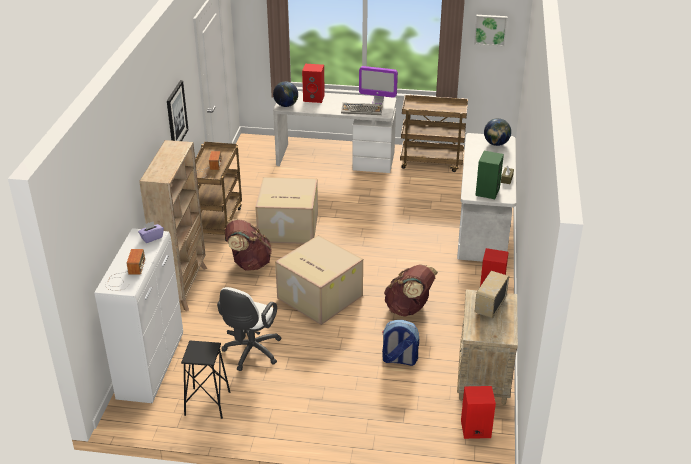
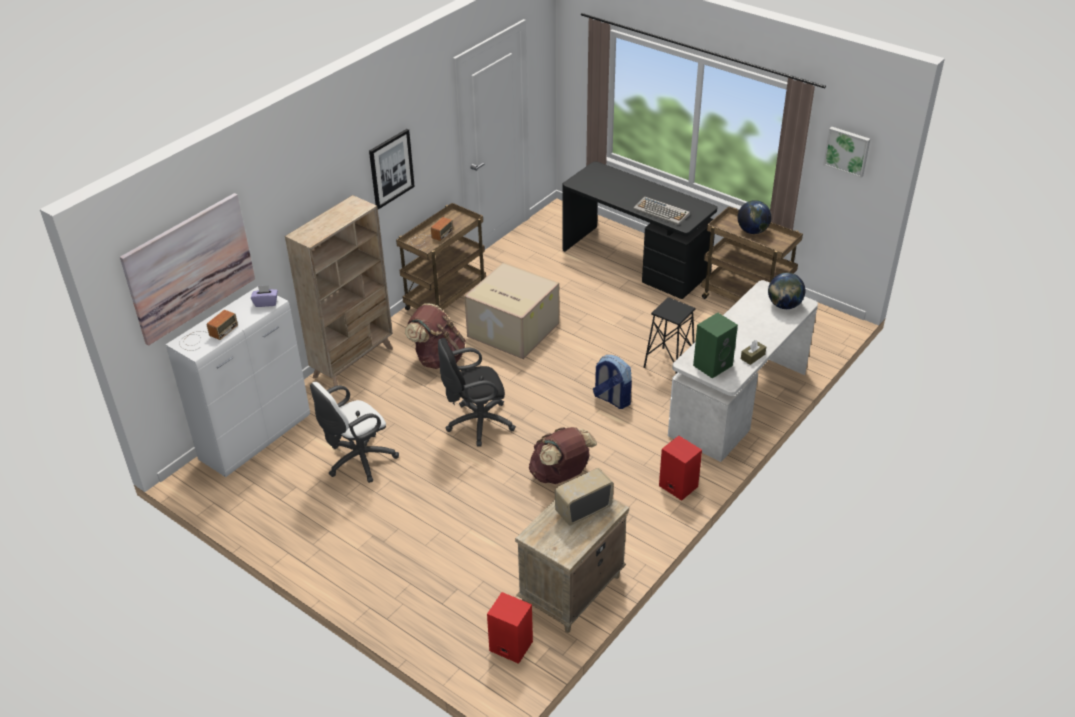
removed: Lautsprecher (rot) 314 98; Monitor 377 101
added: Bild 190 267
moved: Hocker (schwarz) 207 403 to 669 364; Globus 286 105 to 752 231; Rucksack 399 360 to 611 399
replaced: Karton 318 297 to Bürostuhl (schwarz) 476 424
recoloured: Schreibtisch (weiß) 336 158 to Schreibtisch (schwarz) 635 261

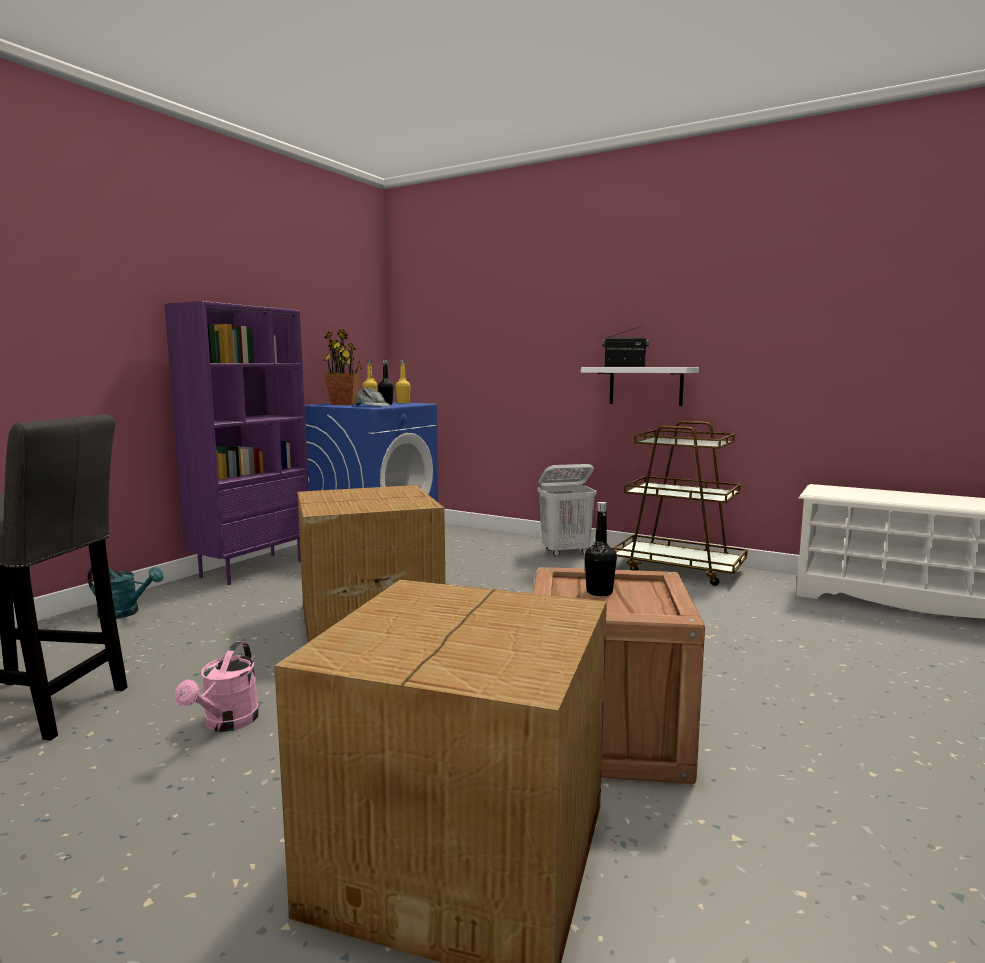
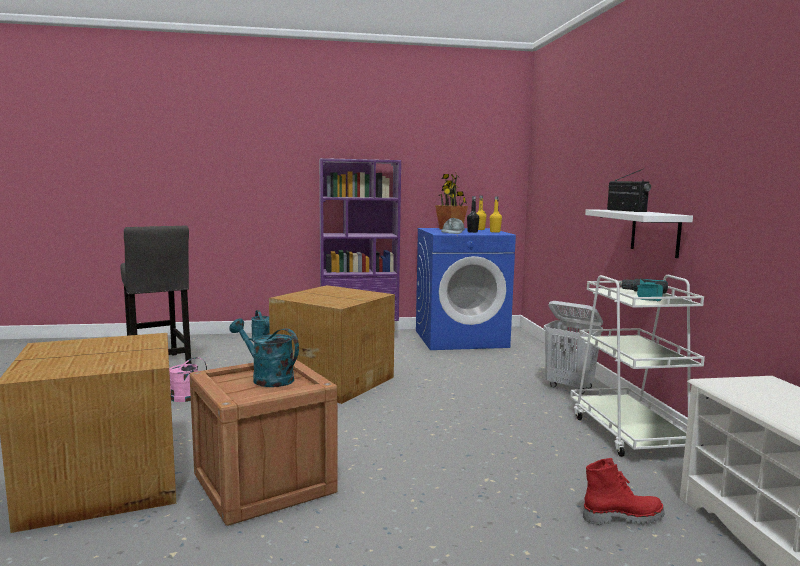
added: Stiefel (rot) 622 517; Bohrmaschine 643 296
replaced: Flasche (schwarz) 599 592 to Gießkanne (türkis) 267 378
recoloured: Rollwagen (braun) 679 569 to Rollwagen (weiß) 629 433

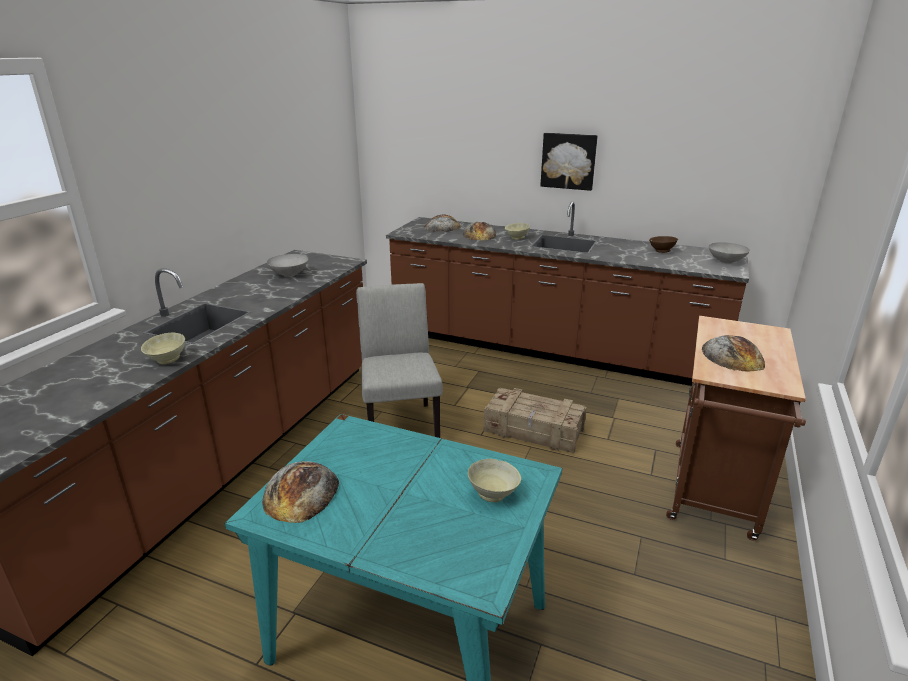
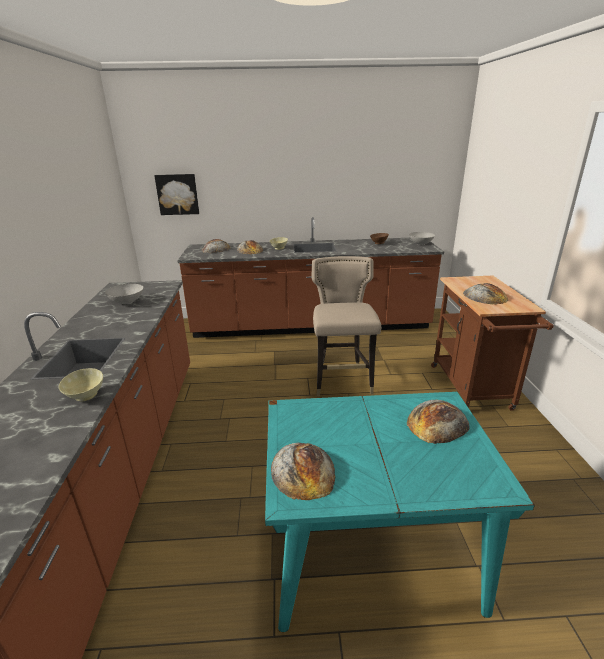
removed: Stuhl (grau) 401 422
moved: Bild 568 161 to 177 194
replaced: Schüssel (beige) 494 494 to Brot 437 422; Kiste 534 431 to Hocker (beige) 342 382

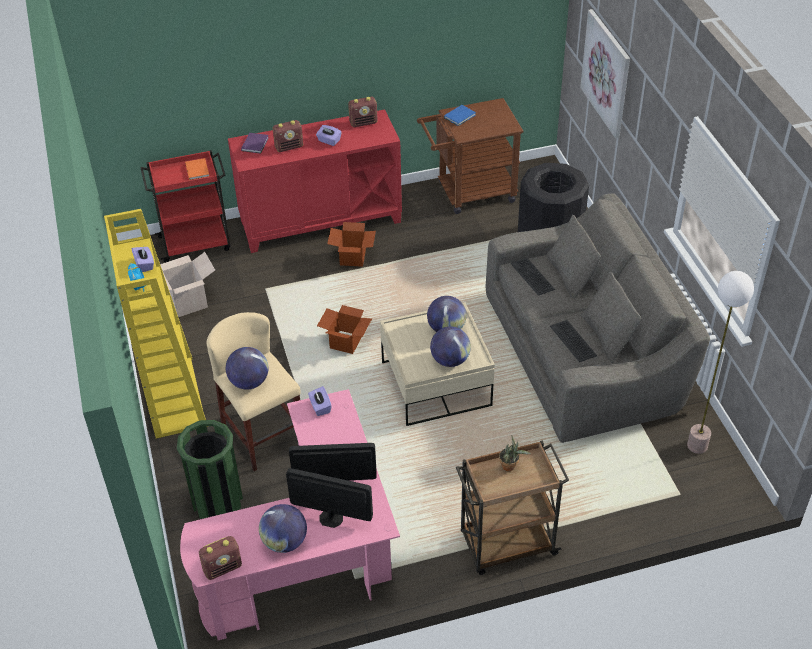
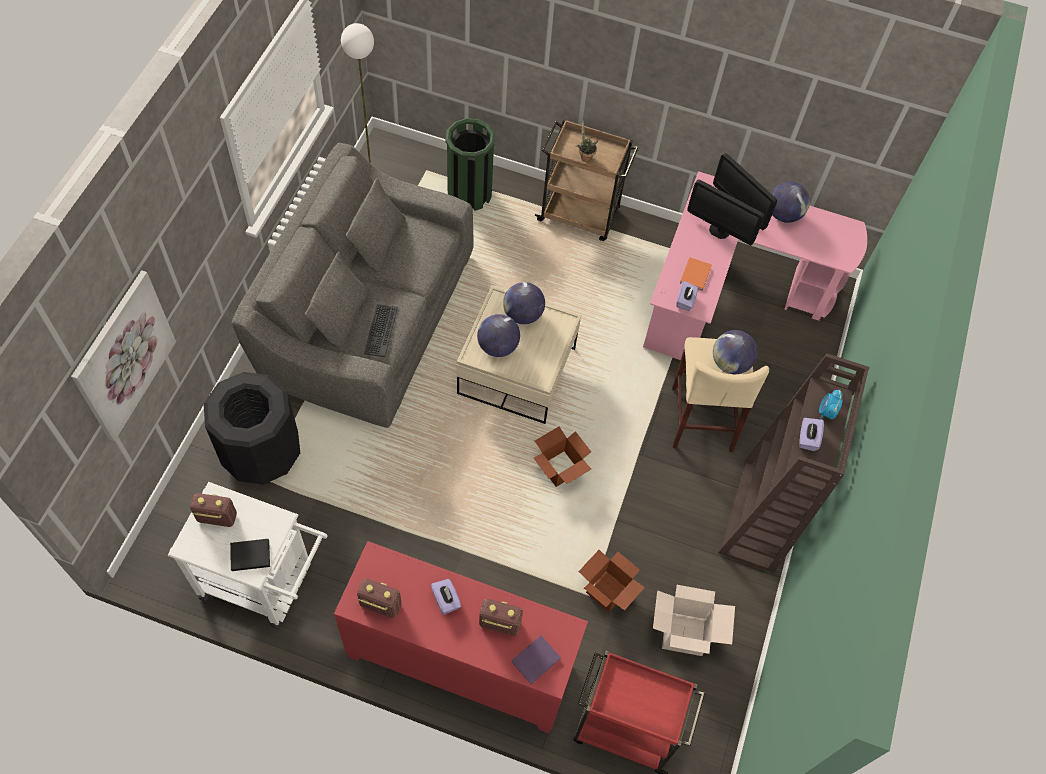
removed: Tastatur 573 341
moved: Mülleimer (grün) 217 501 to 469 194; Buch (orange) 197 171 to 696 274; Radio 223 568 to 216 517; Karton 352 257 to 607 591
recoloured: Bücherregal (gelb) 173 396 to Bücherregal (braun) 759 517; Rollwagen (braun) 469 193 to Rollwagen (weiß) 265 584; Buch (blau) 460 116 to Buch (schwarz) 249 555

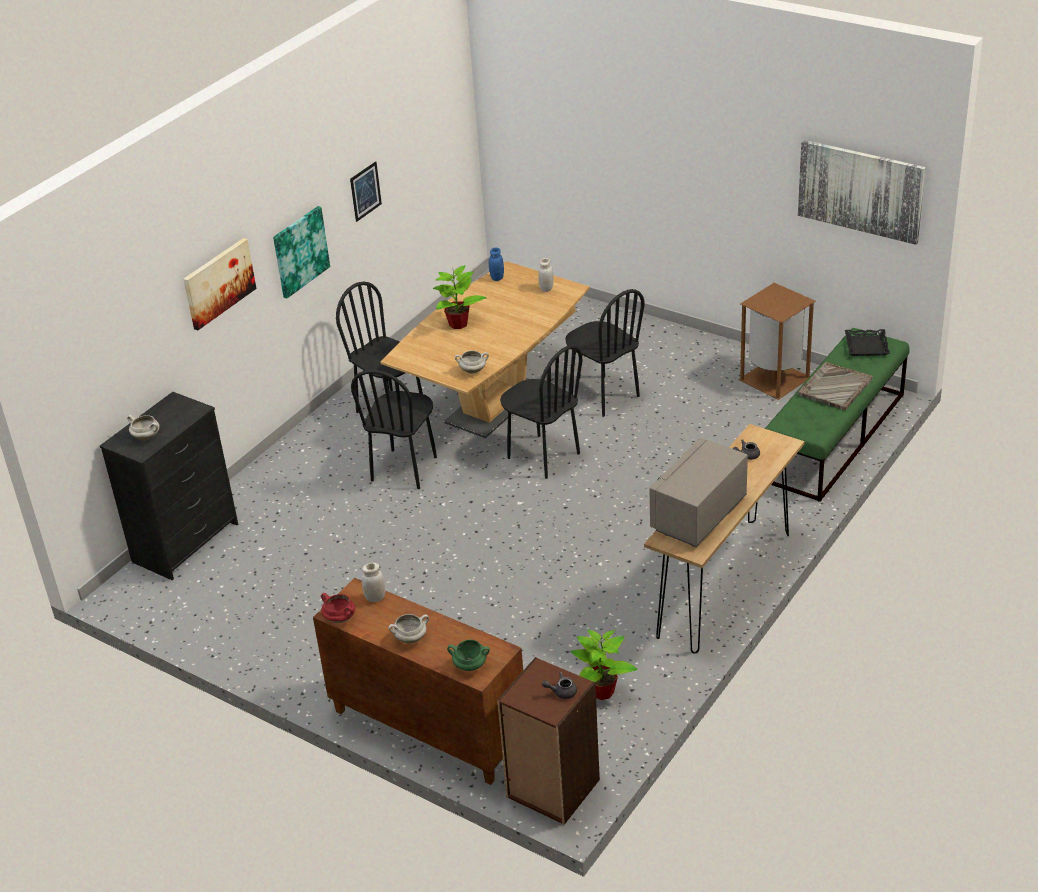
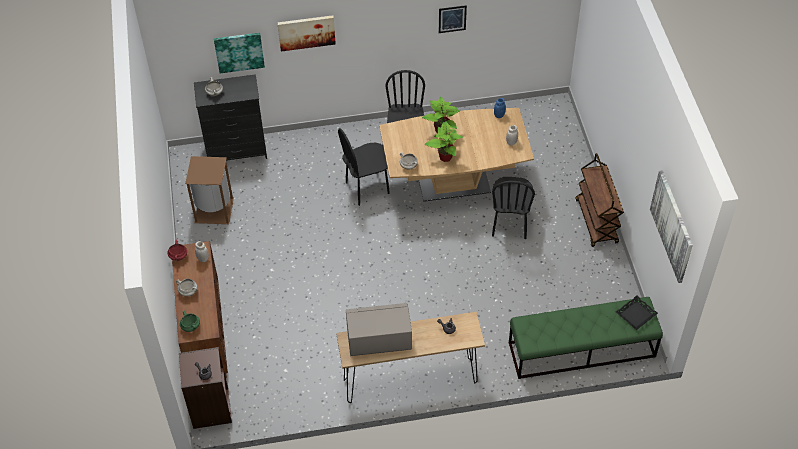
removed: Stuhl (schwarz) 543 456; Tablett (grau) 834 388
added: Rollwagen (braun) 596 222
moved: Bild 300 251 to 239 52; Topfpflanze 601 691 to 445 157; Mülleimer (braun) 773 379 to 213 209

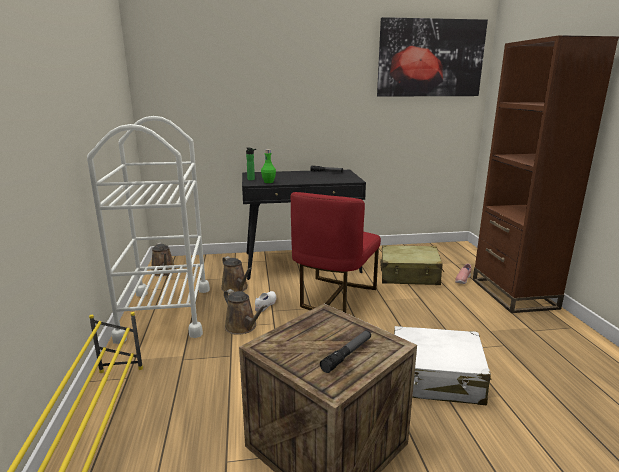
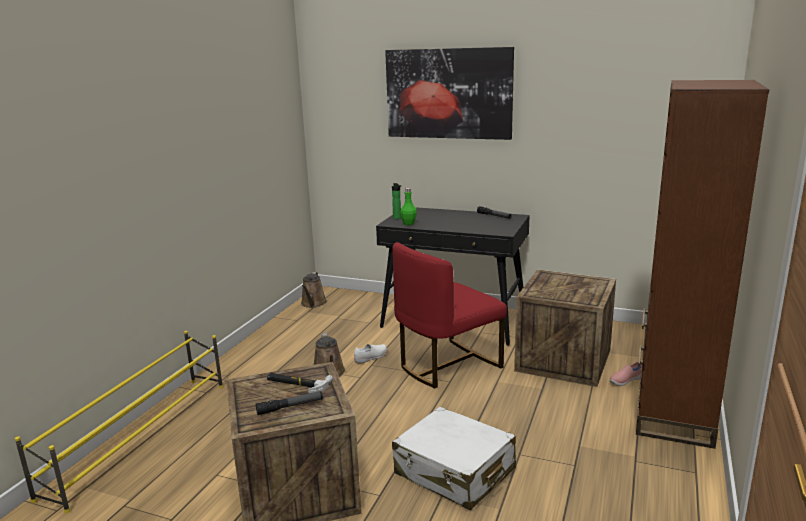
removed: Rollwagen (weiß) 166 313; Gießkanne (braun) 236 288
added: Hammer 297 383
moved: Bild 430 58 to 448 93
replaced: Koffer (beige) 409 275 to Kiste 563 360

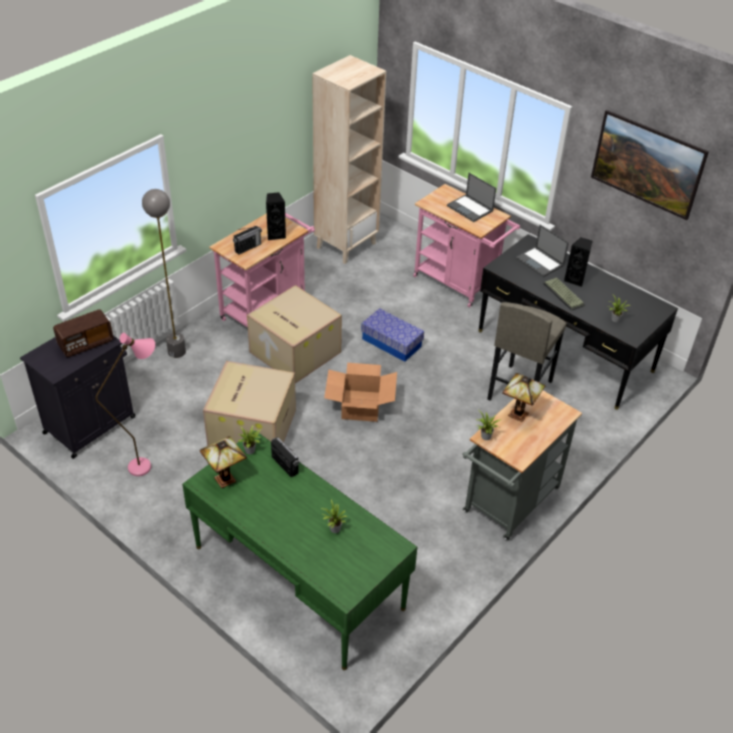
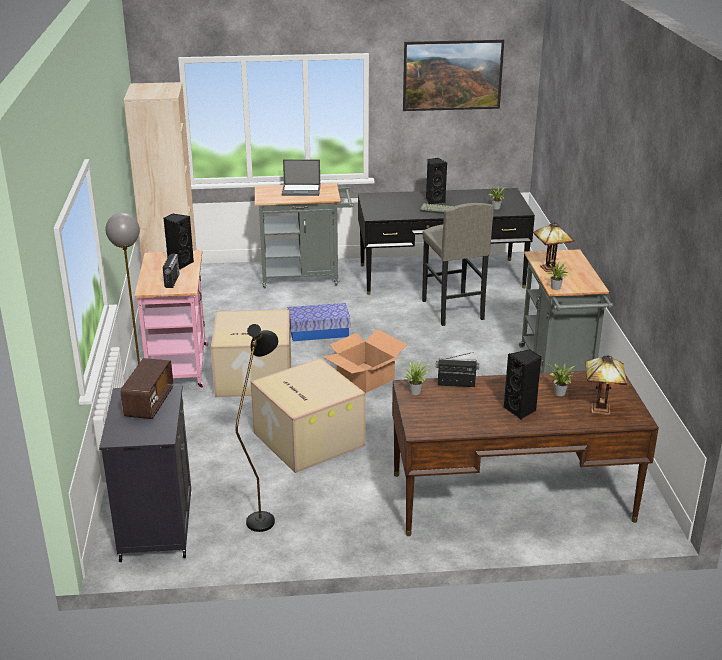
removed: Laptop 540 262
added: Lautsprecher (schwarz) 521 410
moved: Tischlampe 226 478 to 599 408
recoloured: Stehlampe (rosa) 148 464 to Stehlampe (schwarz) 264 515; Schreibtisch (grün) 298 577 to Schreibtisch (braun) 511 497; Rollwagen (rosa) 459 284 to Rollwagen (grau) 305 277

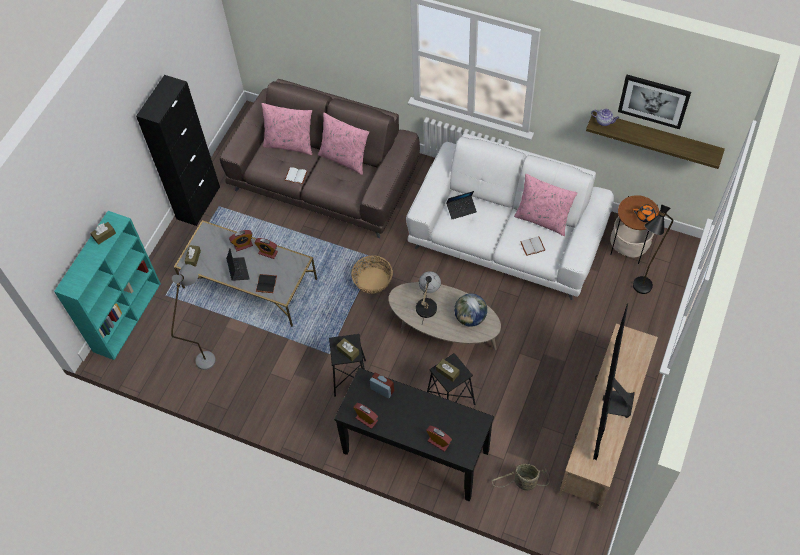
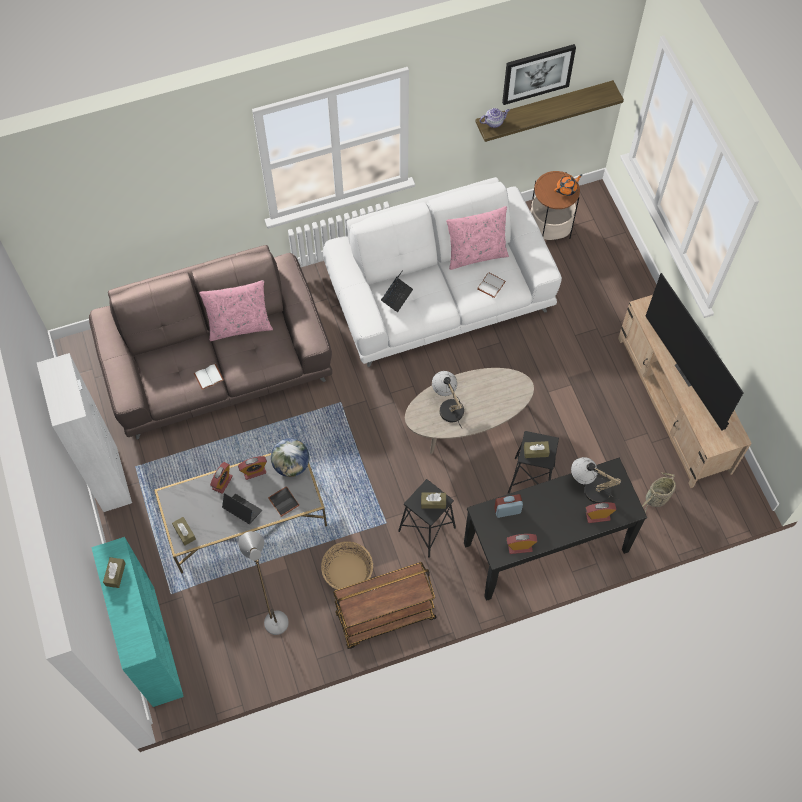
removed: Kissen (rosa) 290 144; Stehlampe (schwarz) 639 291
added: Rollwagen (braun) 385 617; Tischlampe 590 488
moved: Korb 372 280 to 347 572; Globus 470 318 to 291 465
recoloured: Schrank (schwarz) 198 203 to Schrank (weiß) 110 479

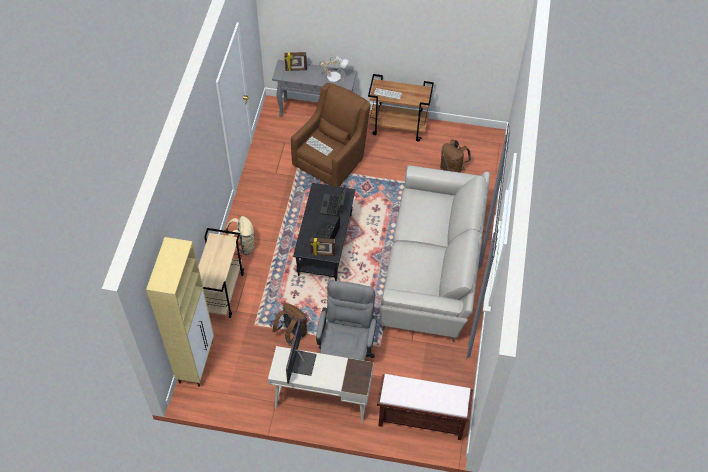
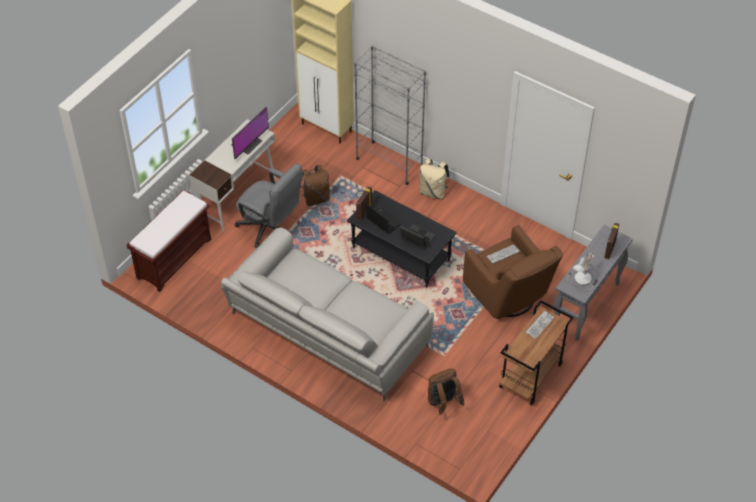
replaced: Rollwagen (beige) 221 292 to Bücherregal (grau) 389 163
turned: Monitor 301 362 = 247 143 90 degrees clockwise

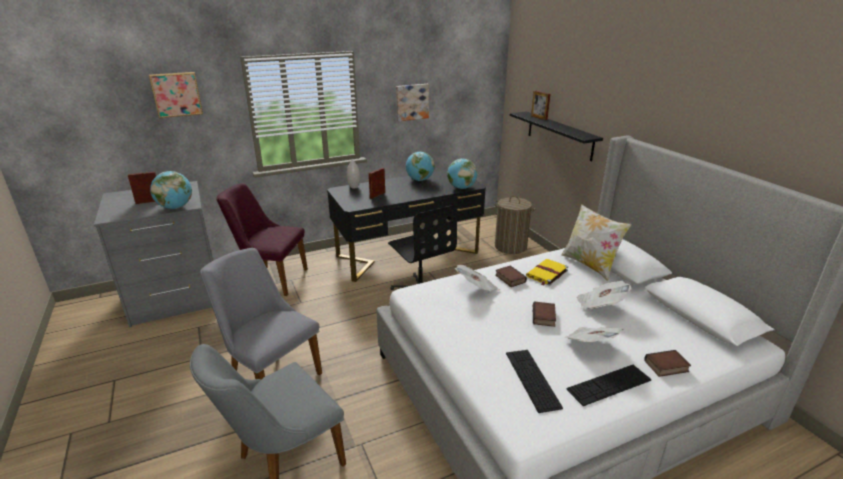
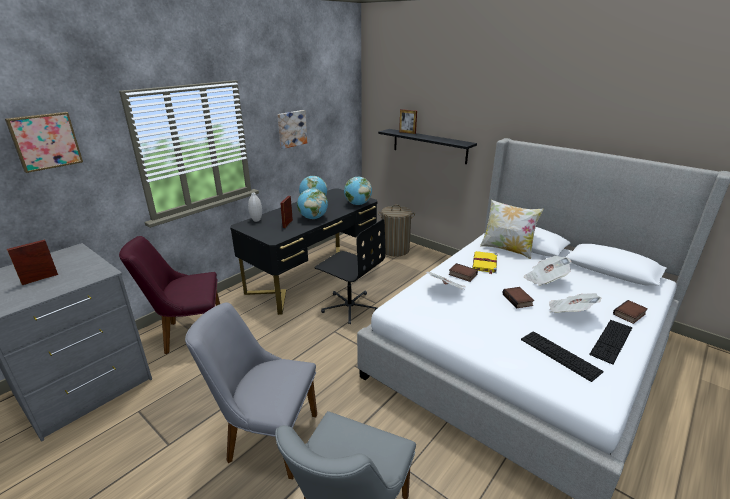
moved: Globus 175 207 to 313 218

